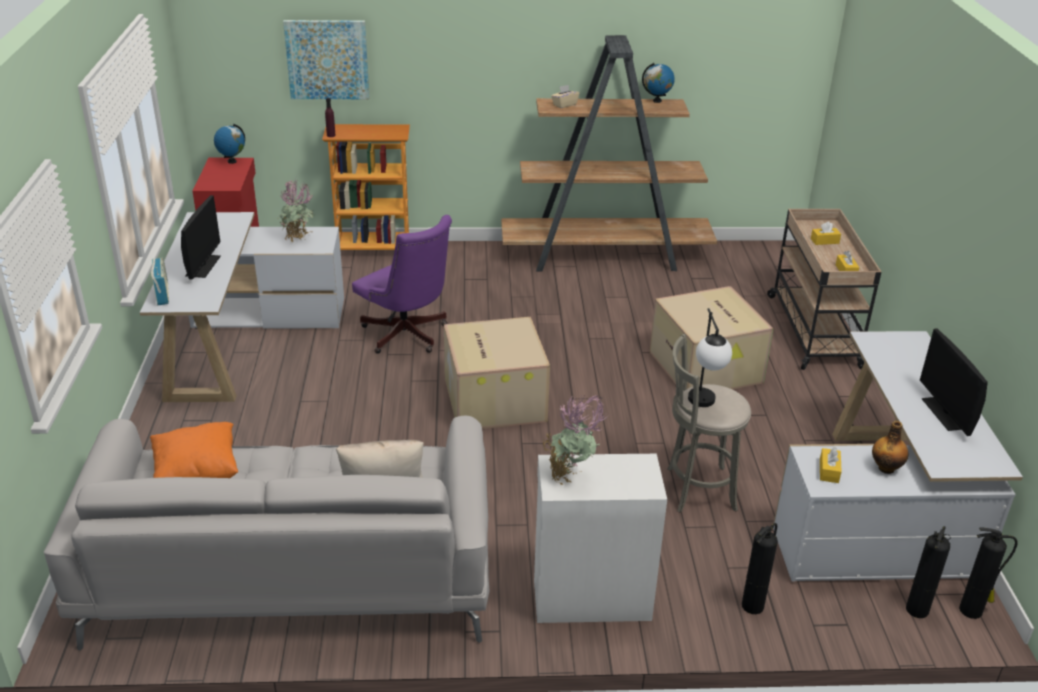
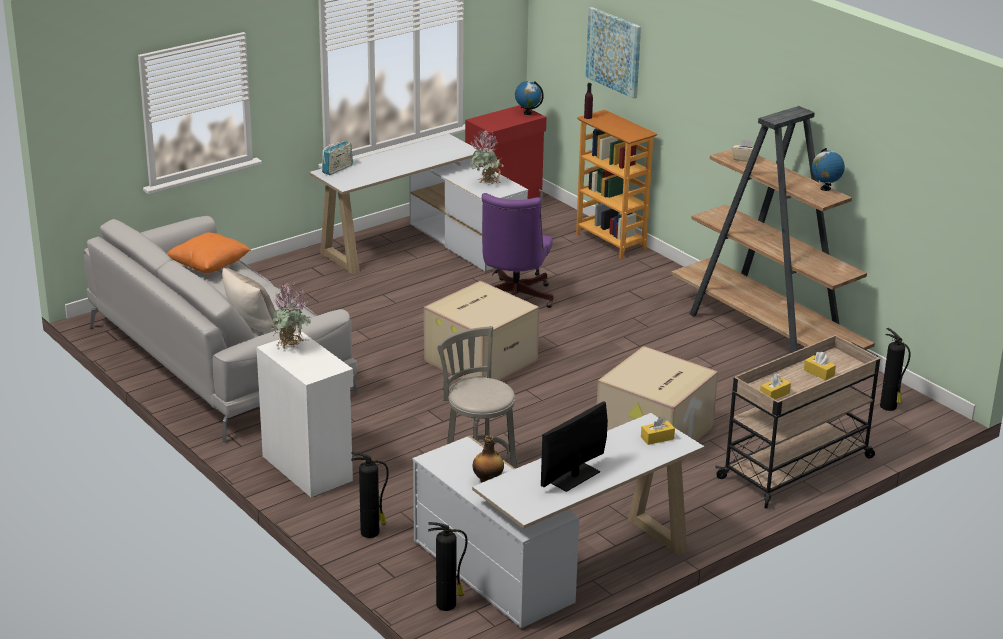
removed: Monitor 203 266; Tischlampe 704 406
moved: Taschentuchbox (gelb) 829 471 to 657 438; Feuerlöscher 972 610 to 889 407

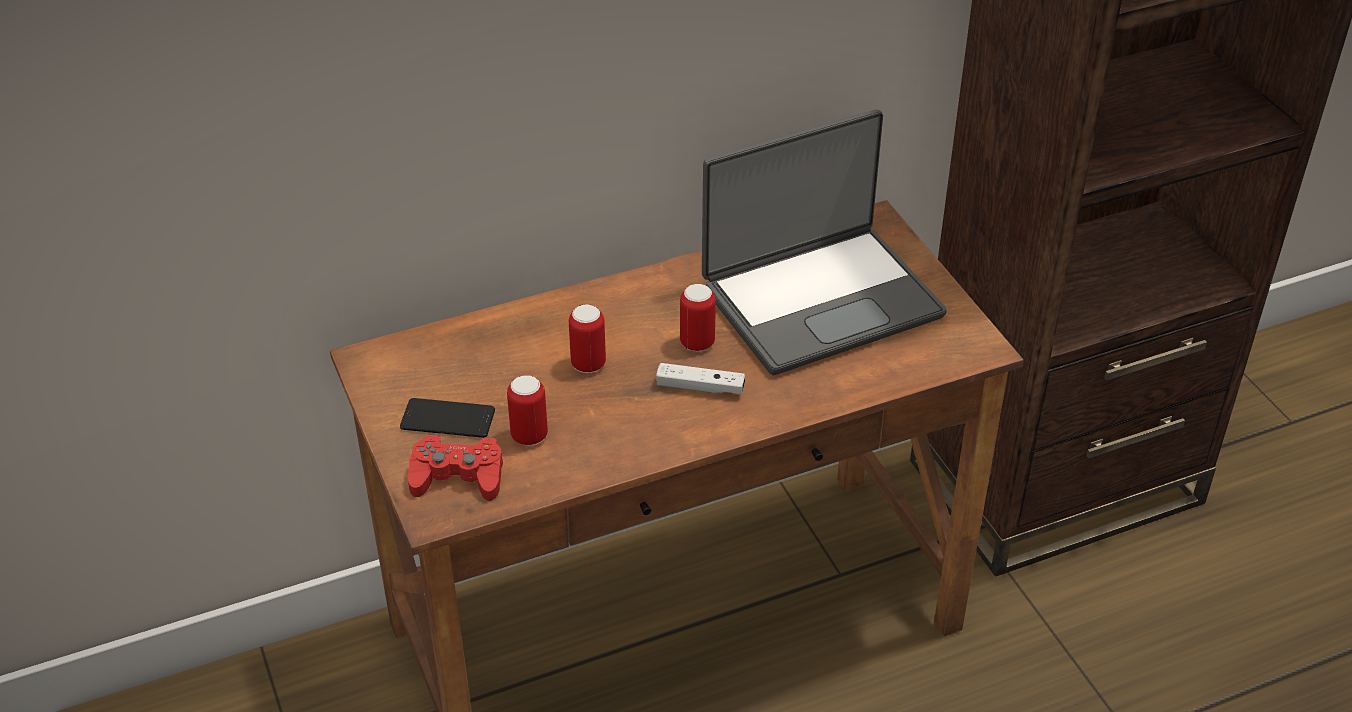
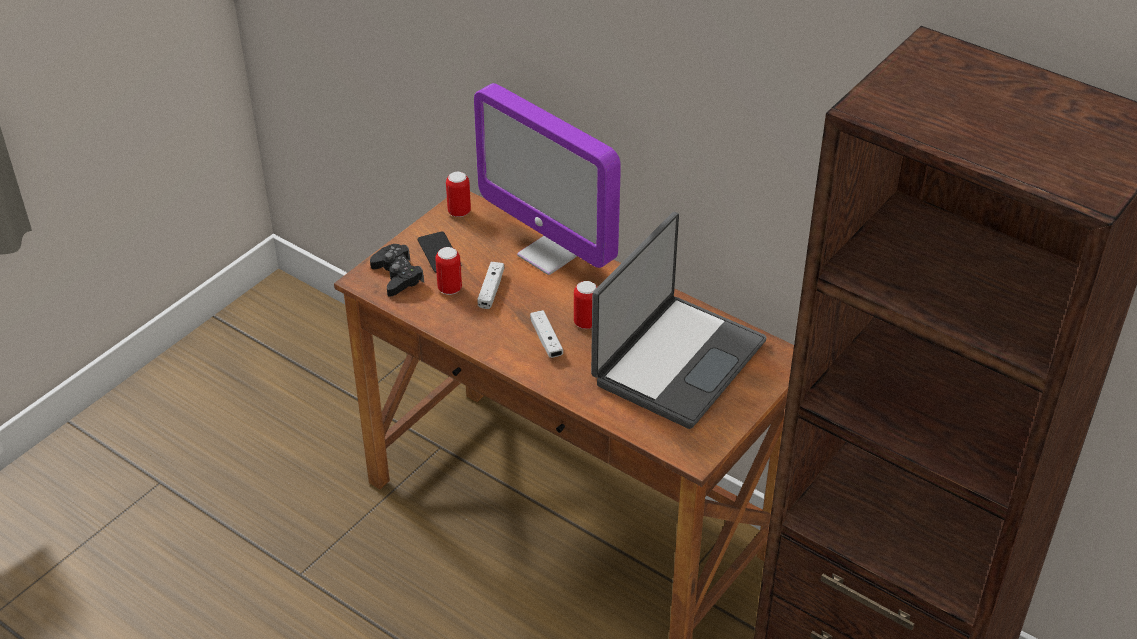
added: Monitor 550 254; Gamepad (weiß) 491 290
moved: Dose 588 364 to 459 212
recoloured: Gamepad (rot) 457 476 to Gamepad (schwarz) 397 276
turned: Laptop 820 300 = 676 361 90 degrees counterclockwise

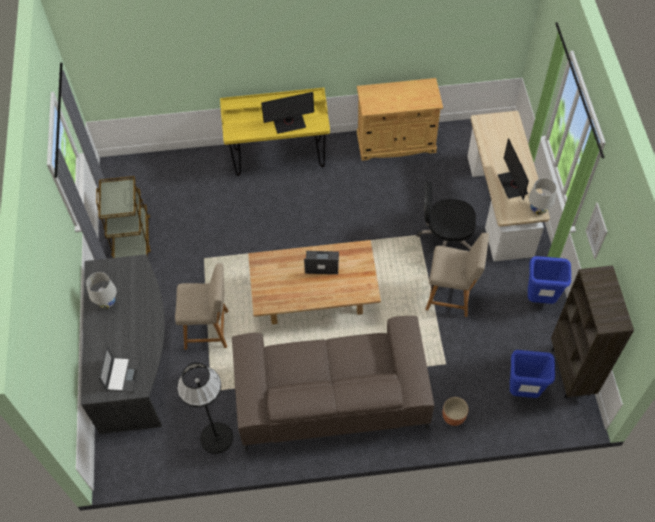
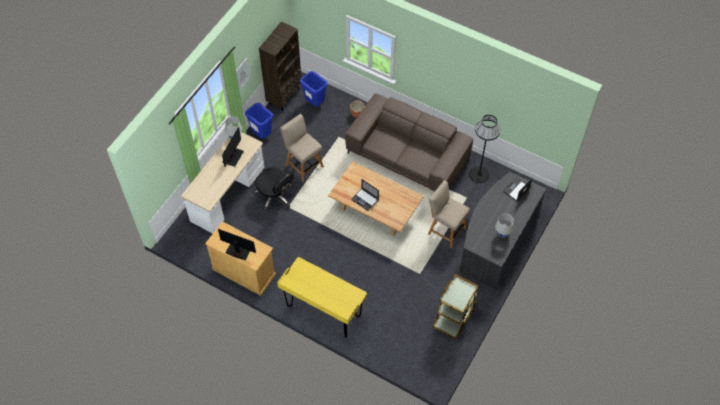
moved: Monitor 289 123 to 238 251

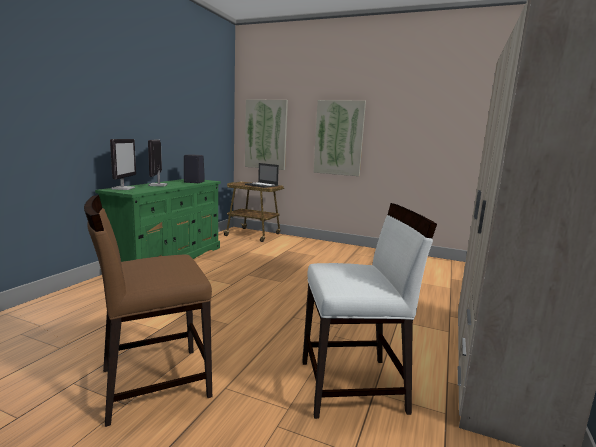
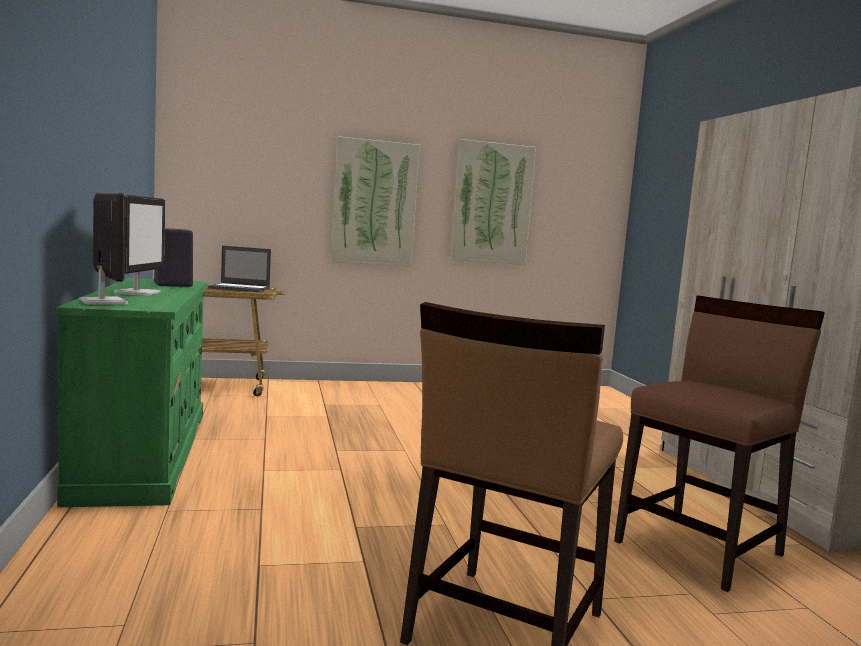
moved: Bild 266 134 to 492 203
recoloured: Stuhl (weiß) 353 386 to Stuhl (braun) 701 548
turned: Monitor 158 185 = 138 293 135 degrees counterclockwise

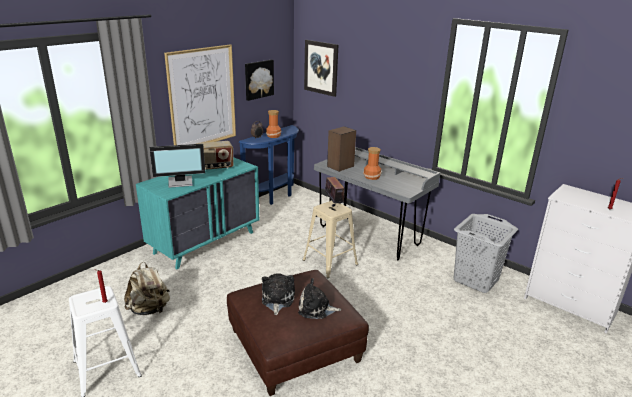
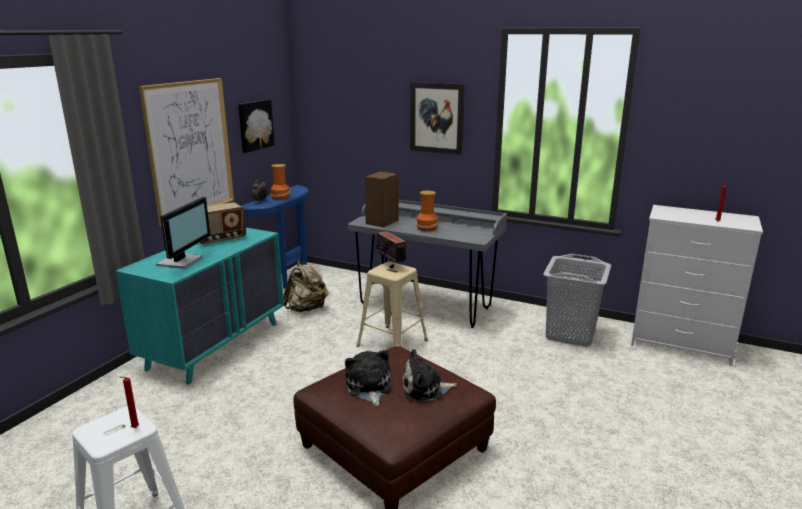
moved: Rucksack (beige) 149 309 to 306 309; Bild 321 67 to 437 118
turned: Monitor 181 182 = 182 261 45 degrees counterclockwise

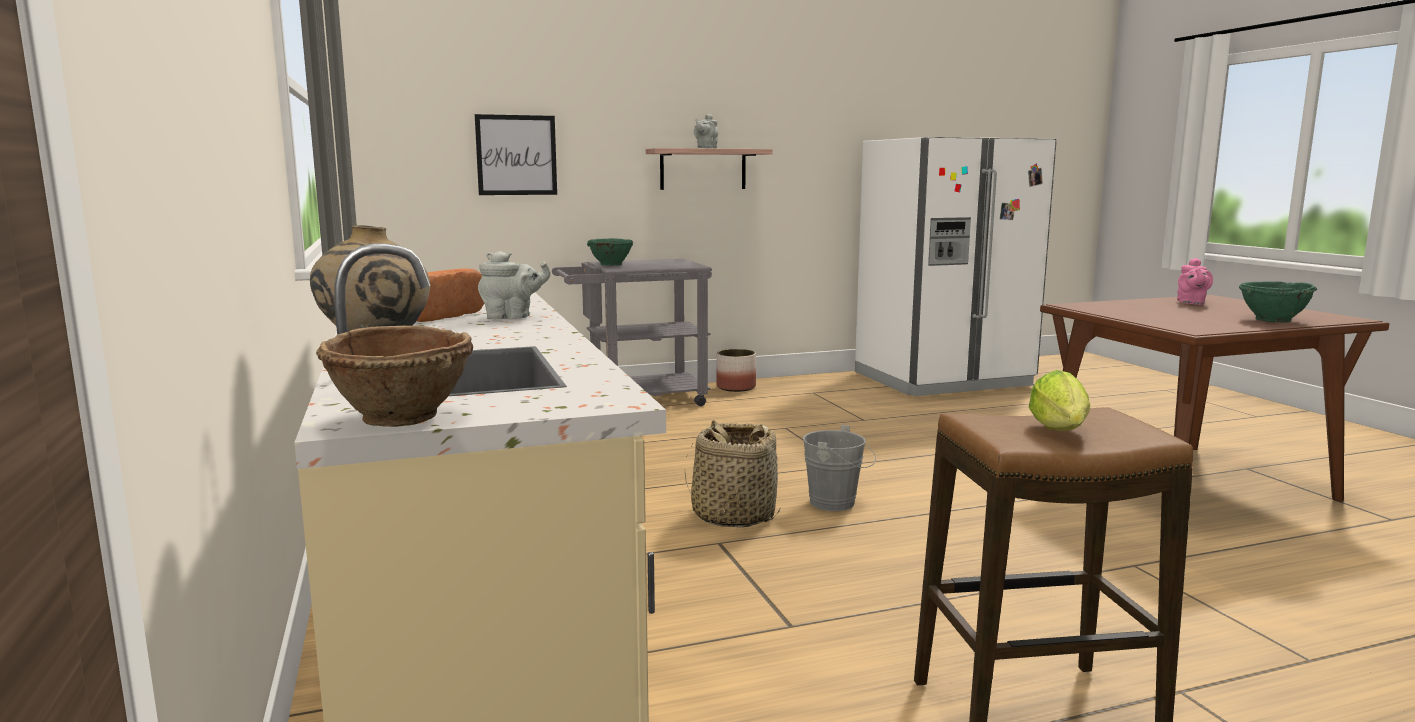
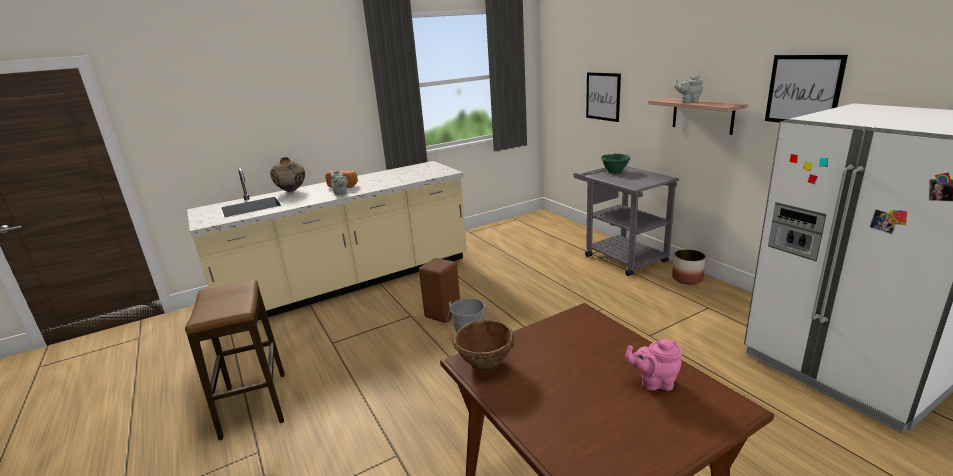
removed: Salatkopf 1061 432; Schüssel (grün) 1272 320
added: Bild 803 90
moved: Schüssel (braun) 403 418 to 485 364
replaced: Korb 733 515 to Hocker (braun) 444 314

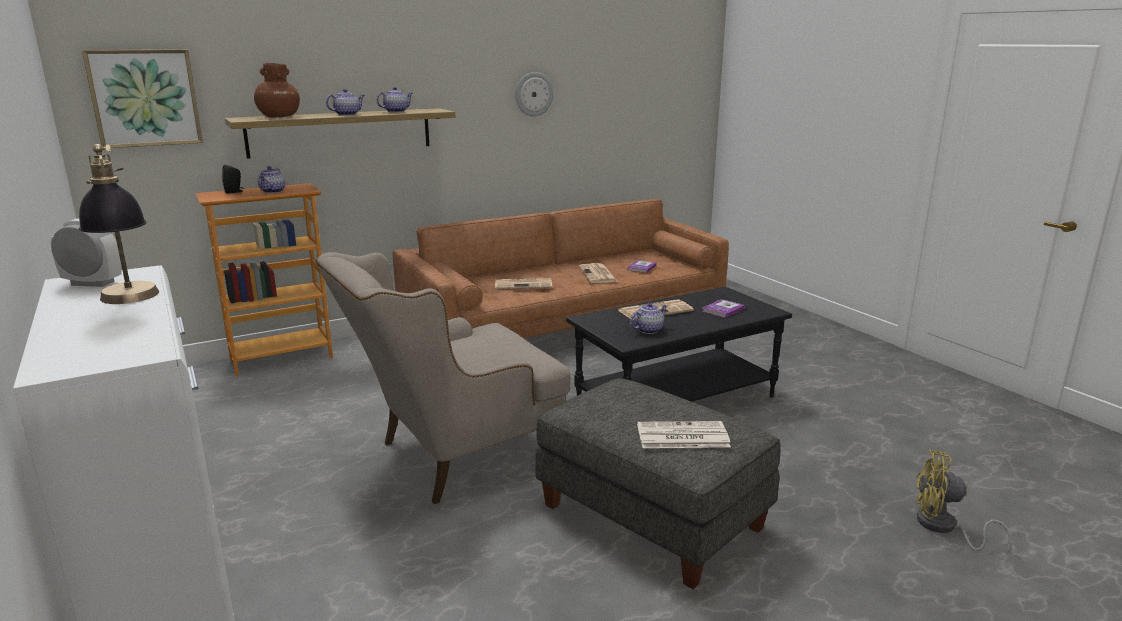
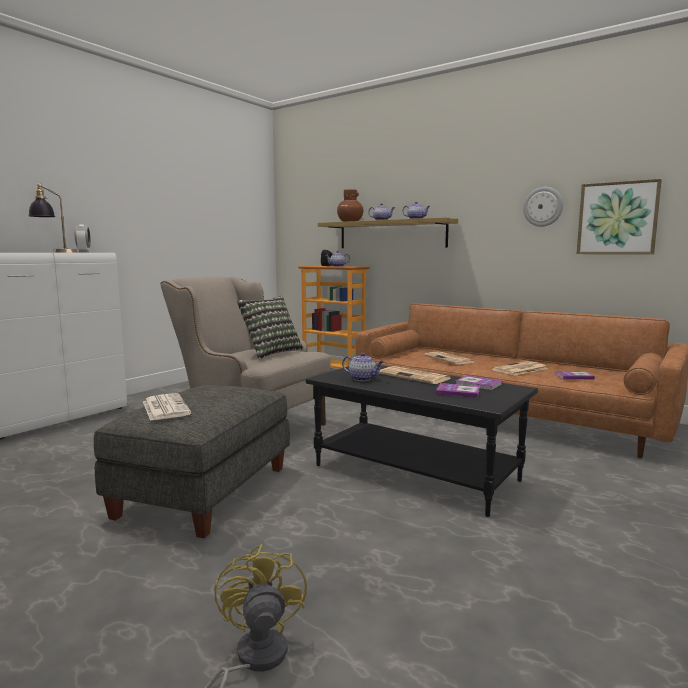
added: Kissen 271 352; Buch 478 384
moved: Bild 145 98 to 617 218

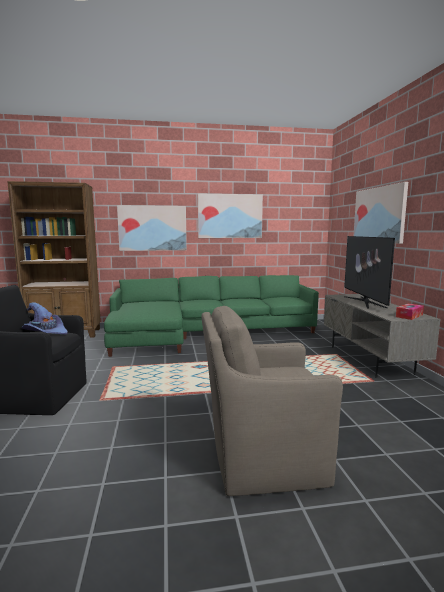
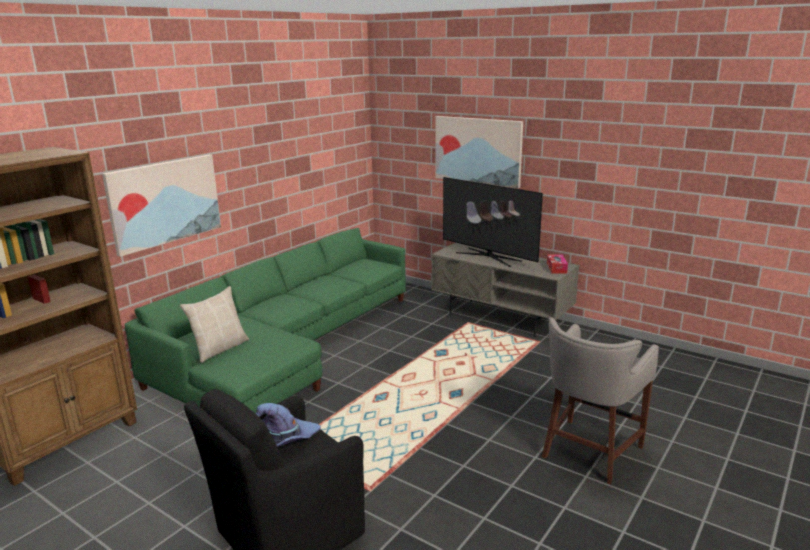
removed: Bild 230 216
added: Kissen (beige) 219 348
replaced: Sessel (braun) 262 459 to Hocker (grau) 589 452

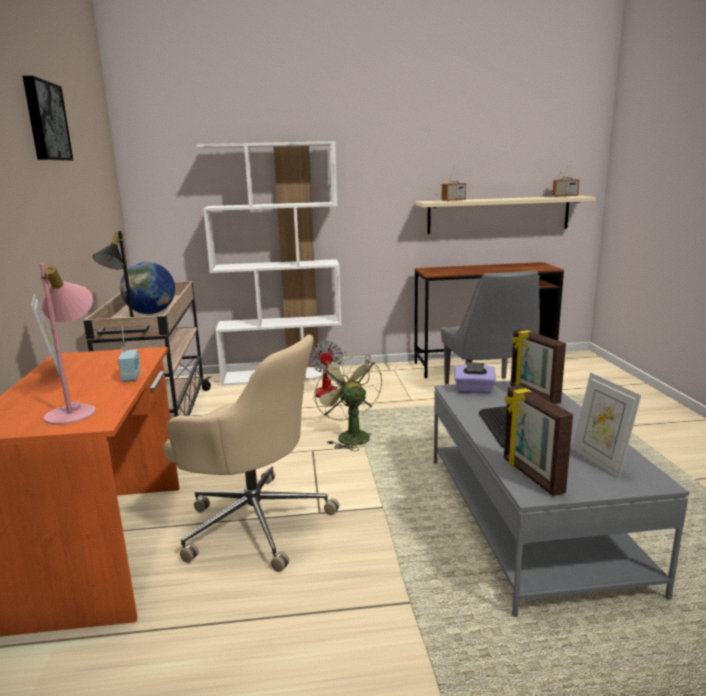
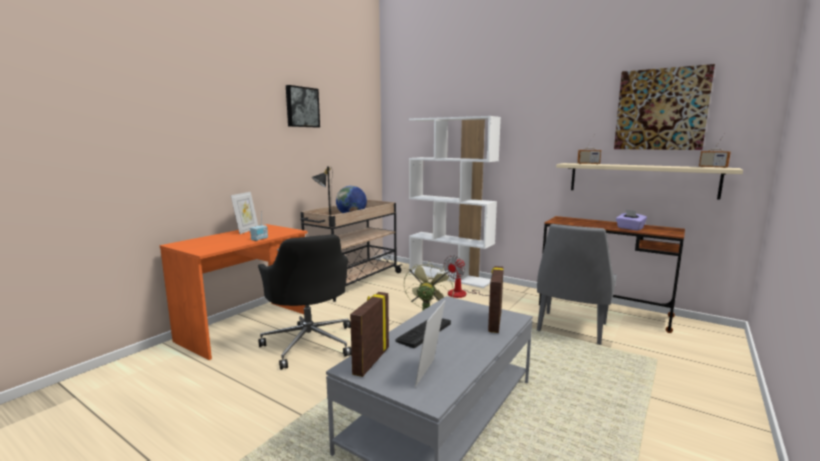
removed: Tischlampe (rosa) 76 410
added: Bild 661 109
moved: Taschentuchbox (lila) 474 390 to 629 228
recoloured: Bürostuhl (beige) 254 521 to Bürostuhl (schwarz) 309 343

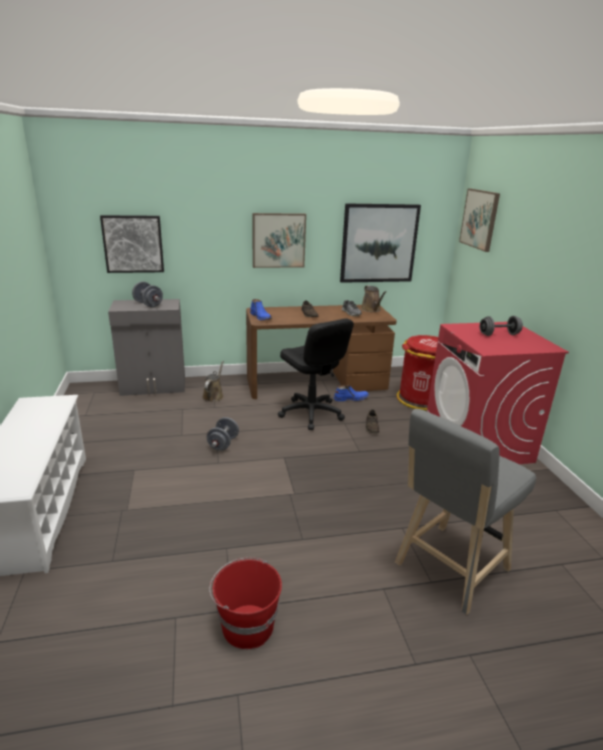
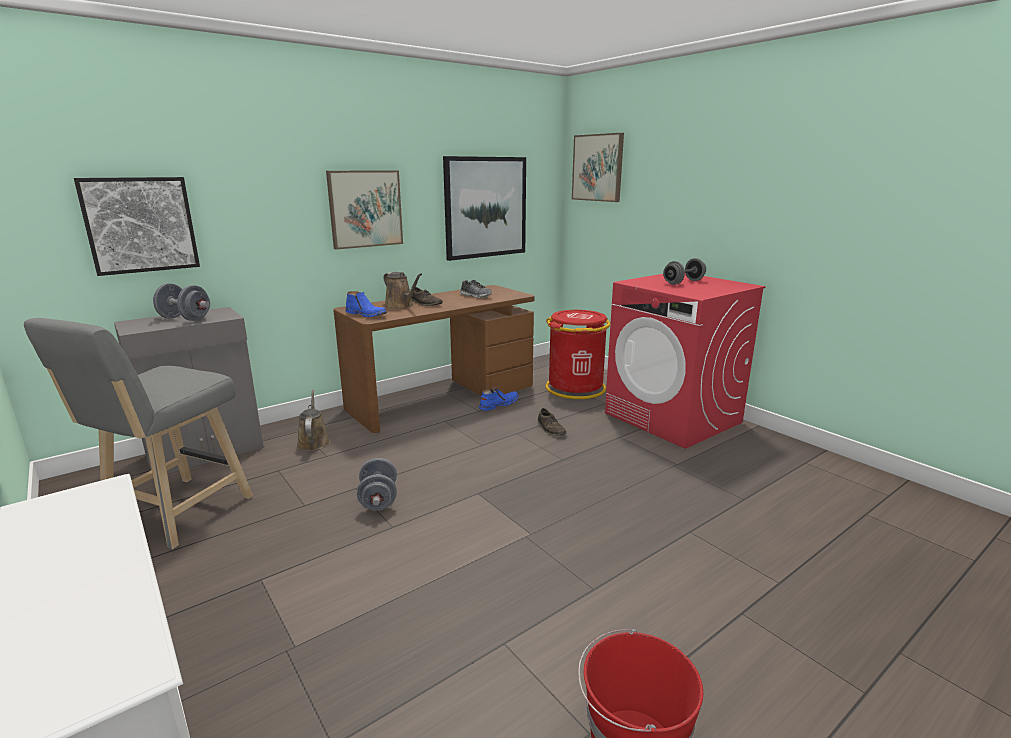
removed: Bürostuhl (schwarz) 311 413
moved: Gießkanne (braun) 371 310 to 401 306; Hocker (grau) 448 569 to 173 515

